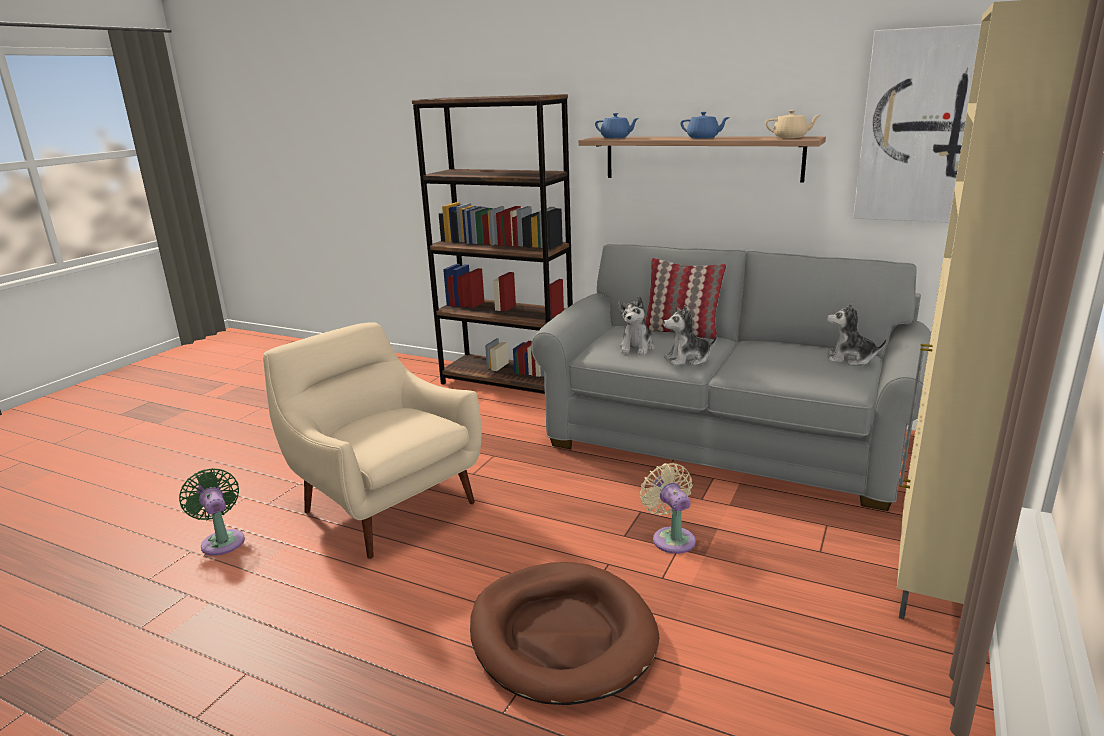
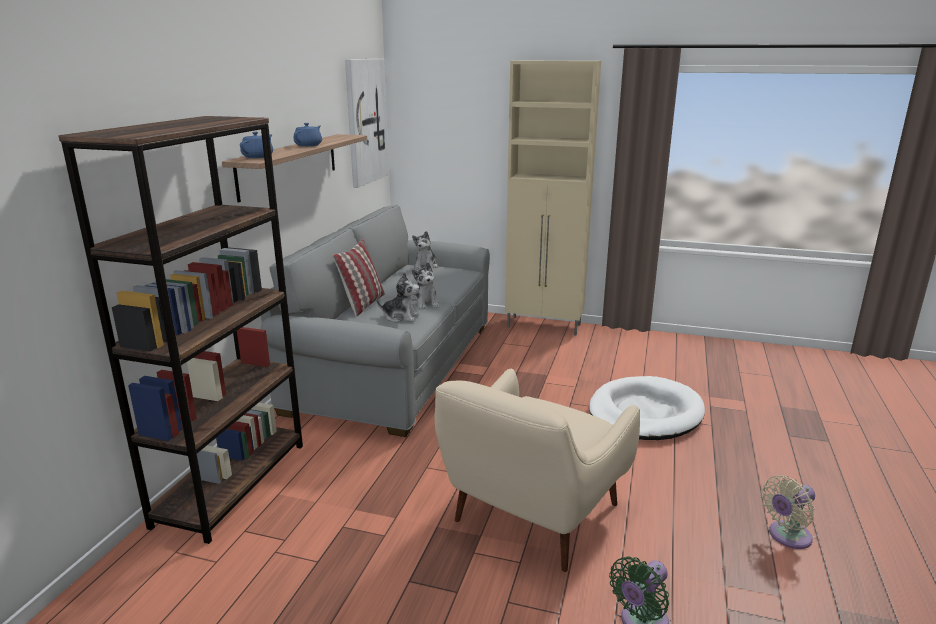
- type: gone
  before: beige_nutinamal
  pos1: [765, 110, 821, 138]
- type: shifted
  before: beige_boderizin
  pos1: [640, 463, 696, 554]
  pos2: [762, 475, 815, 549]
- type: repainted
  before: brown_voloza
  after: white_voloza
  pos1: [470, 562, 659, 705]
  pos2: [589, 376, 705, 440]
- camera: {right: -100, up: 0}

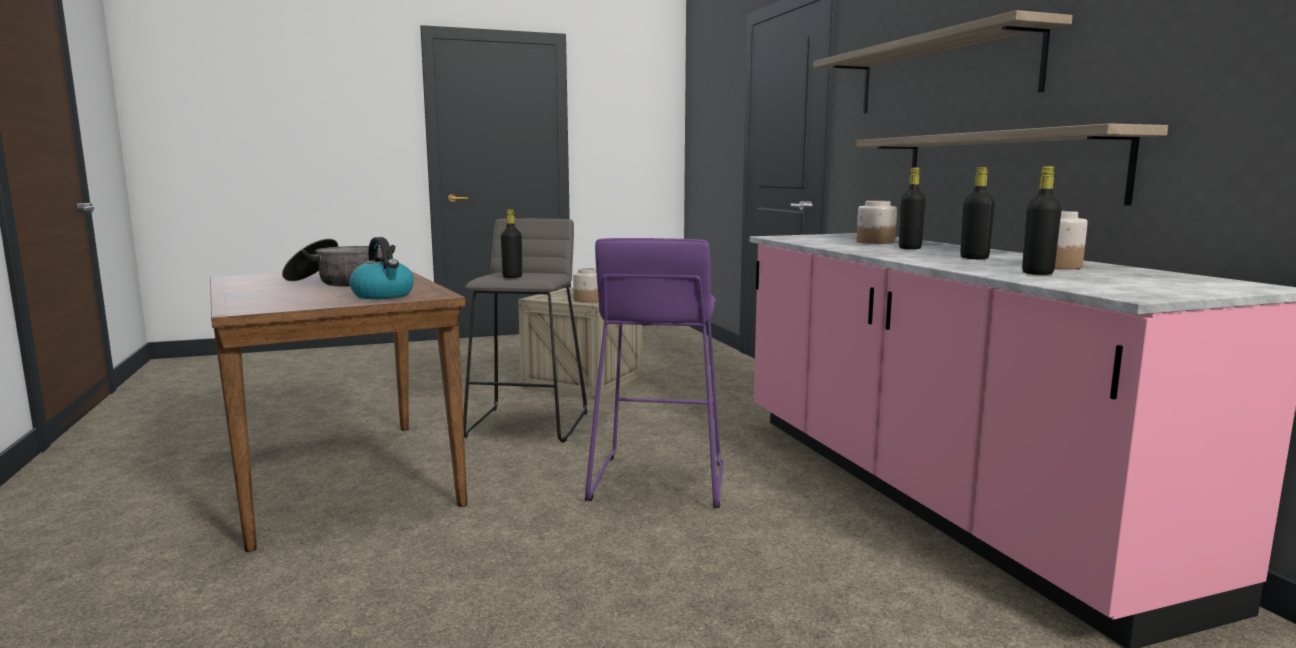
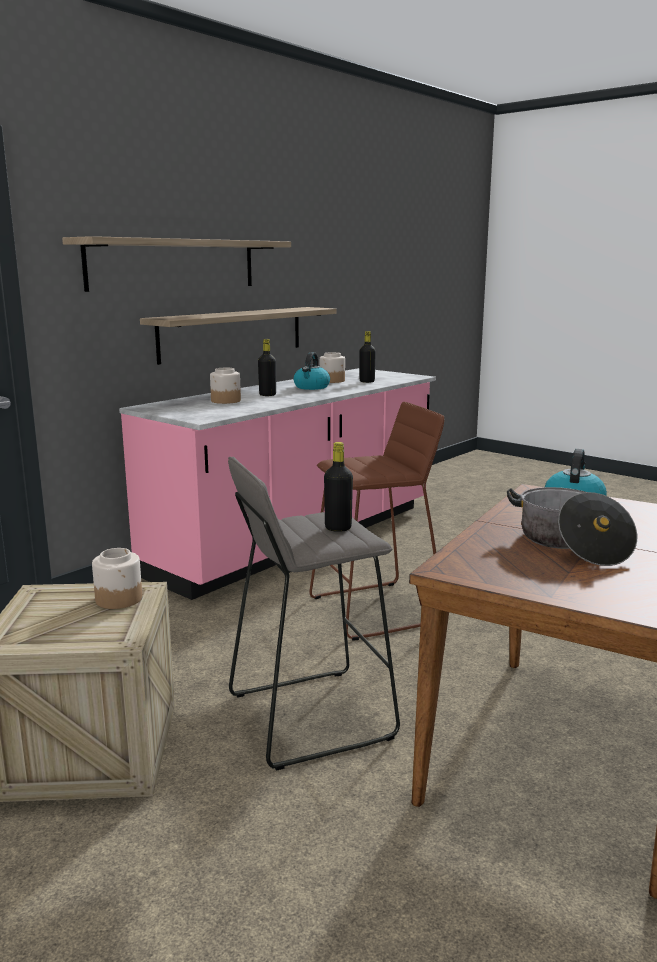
- type: swapped
  before: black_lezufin
  after: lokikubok
  pos1: [960, 167, 995, 259]
  pos2: [293, 352, 330, 390]
- type: repainted
  before: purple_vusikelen
  after: brown_vusikelen
  pos1: [585, 238, 723, 508]
  pos2: [309, 402, 445, 640]
- camera: {right: -120, up: 5}

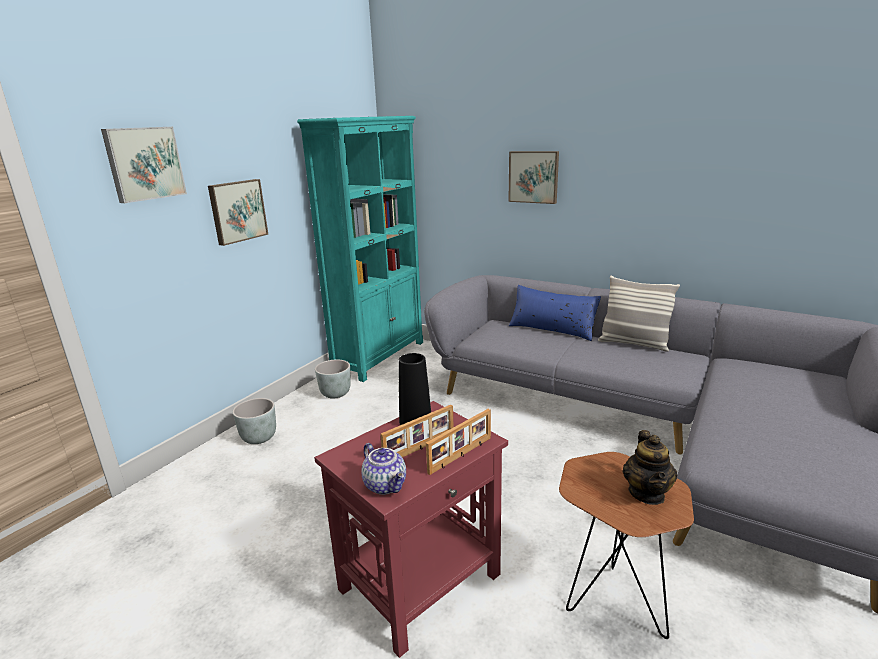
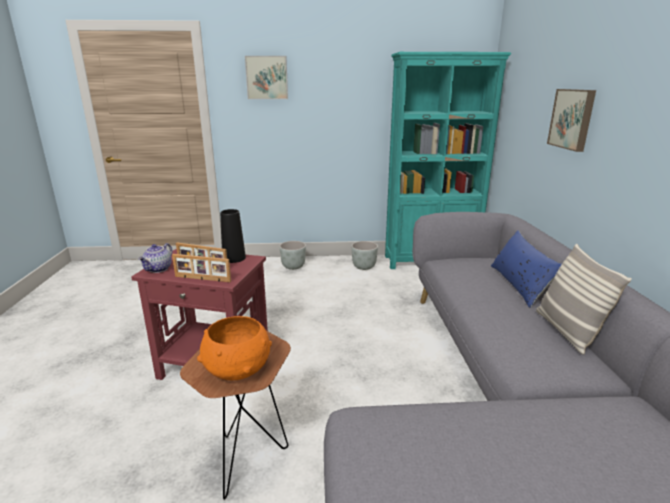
- type: gone
  before: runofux
  pos1: [208, 179, 269, 246]
- type: swapped
  before: nutinamal
  after: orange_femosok
  pos1: [622, 430, 678, 505]
  pos2: [197, 316, 272, 380]
- camera: {right: 55, up: 0}

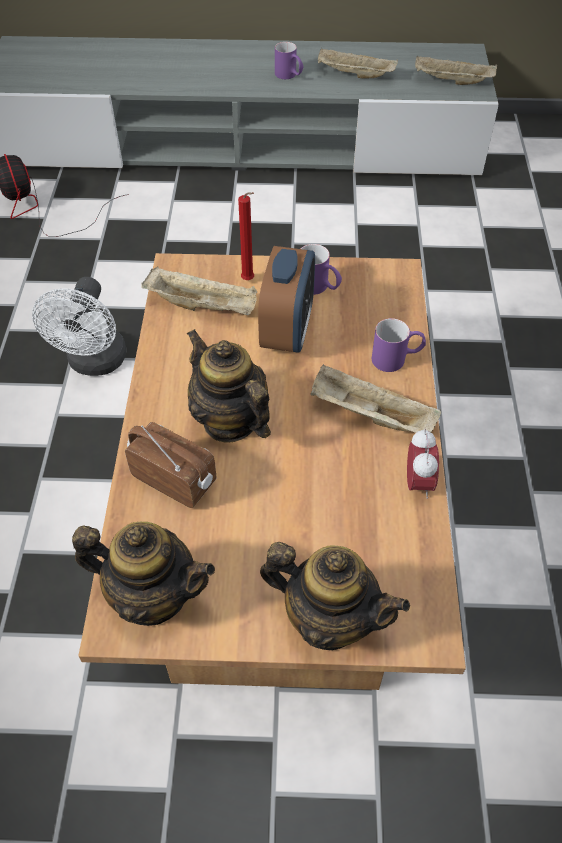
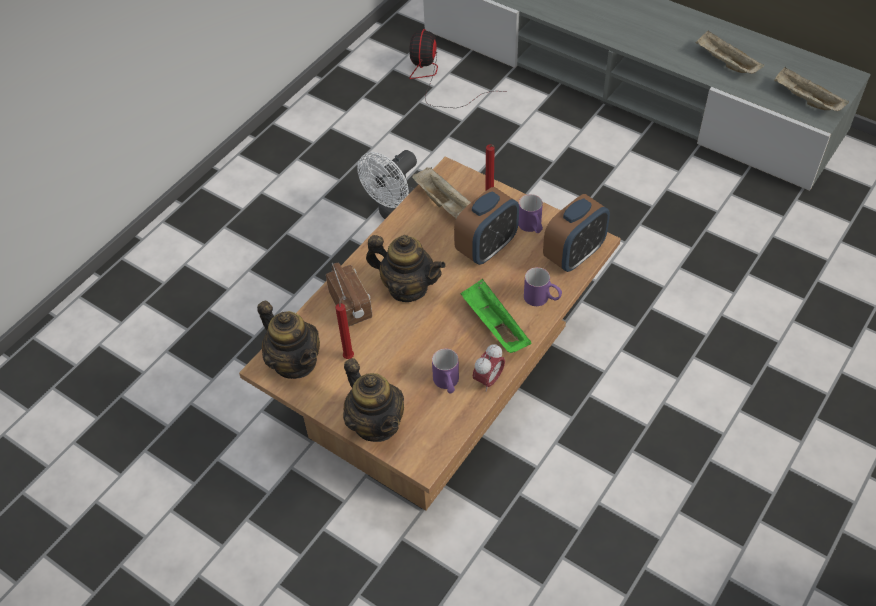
- type: shifted
  before: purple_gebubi
  pos1: [275, 42, 303, 79]
  pos2: [432, 349, 459, 394]
- type: rotated
  before: nutinamal
  pos1: [187, 329, 271, 443]
  pos2: [366, 235, 446, 302]
  turn: 120
- type: repainted
  before: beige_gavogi
  after: green_gavogi
  pos1: [310, 364, 441, 433]
  pos2: [461, 279, 531, 353]
- type: new
  after: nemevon
  pos2: [543, 194, 610, 272]
- type: new
  after: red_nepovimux
  pos2: [335, 294, 354, 359]
- camera: {right: 35, up: 0}

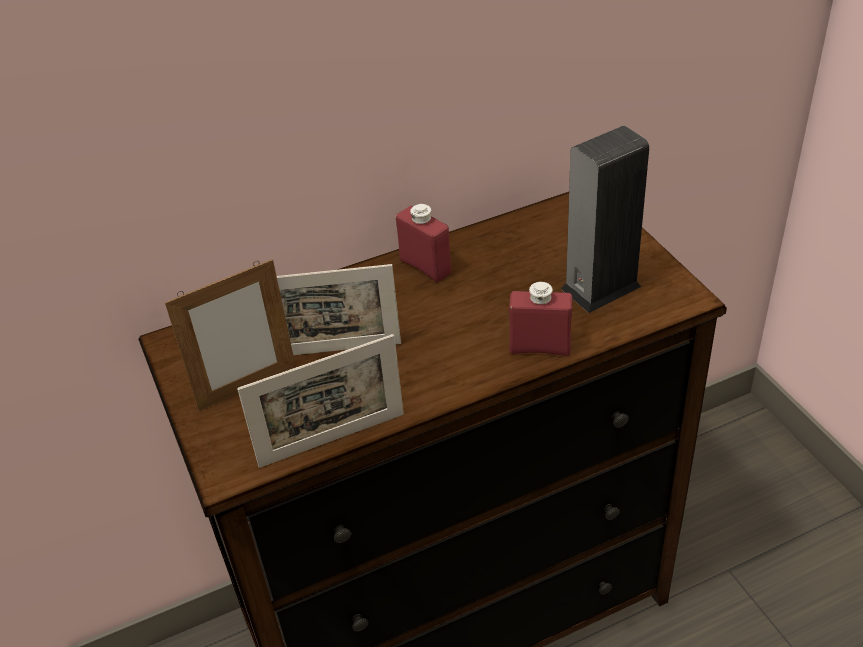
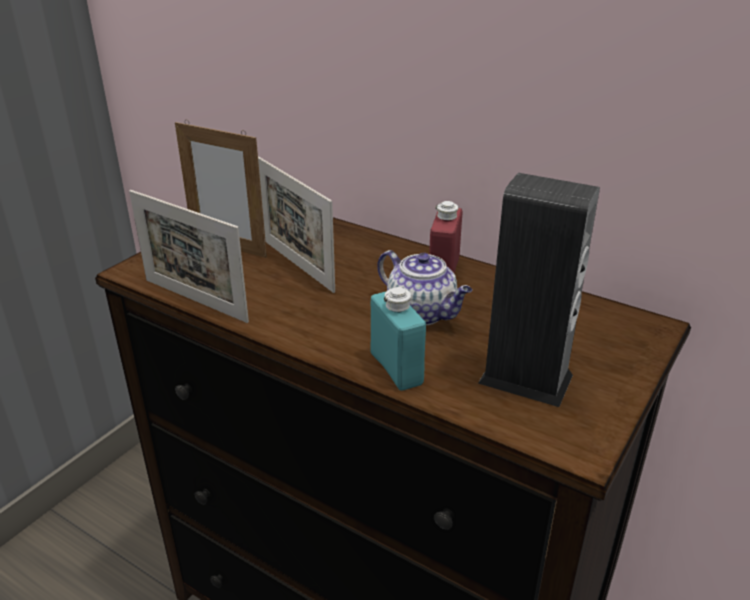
- type: repainted
  before: red_lezufin
  after: turquoise_lezufin
  pos1: [509, 282, 572, 356]
  pos2: [370, 287, 426, 391]
- type: new
  after: nutinamal
  pos2: [377, 250, 472, 325]
- camera: {right: 55, up: -10}

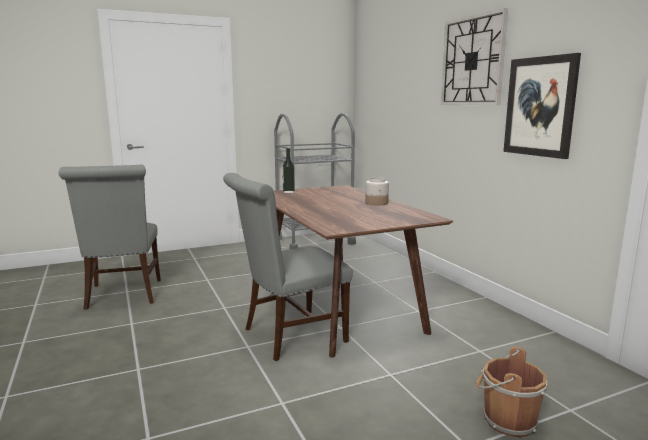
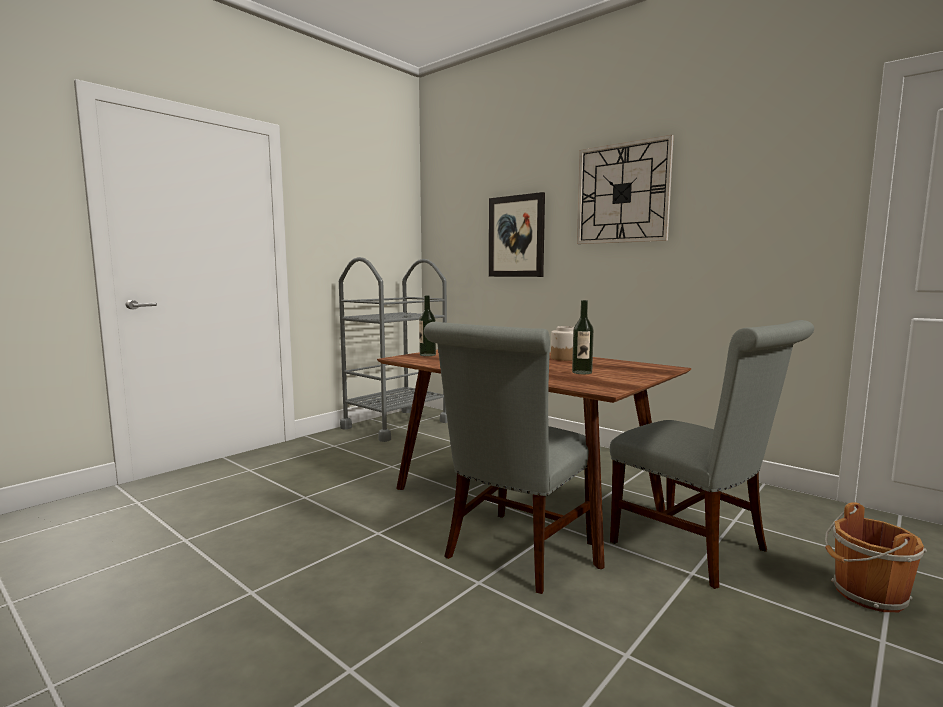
- type: shifted
  before: runofux
  pos1: [503, 53, 581, 159]
  pos2: [489, 192, 545, 277]
- type: shifted
  before: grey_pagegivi
  pos1: [58, 164, 161, 310]
  pos2: [610, 320, 814, 589]
- type: new
  after: lezufin
  pos2: [572, 300, 594, 374]
- camera: {right: -25, up: -5}

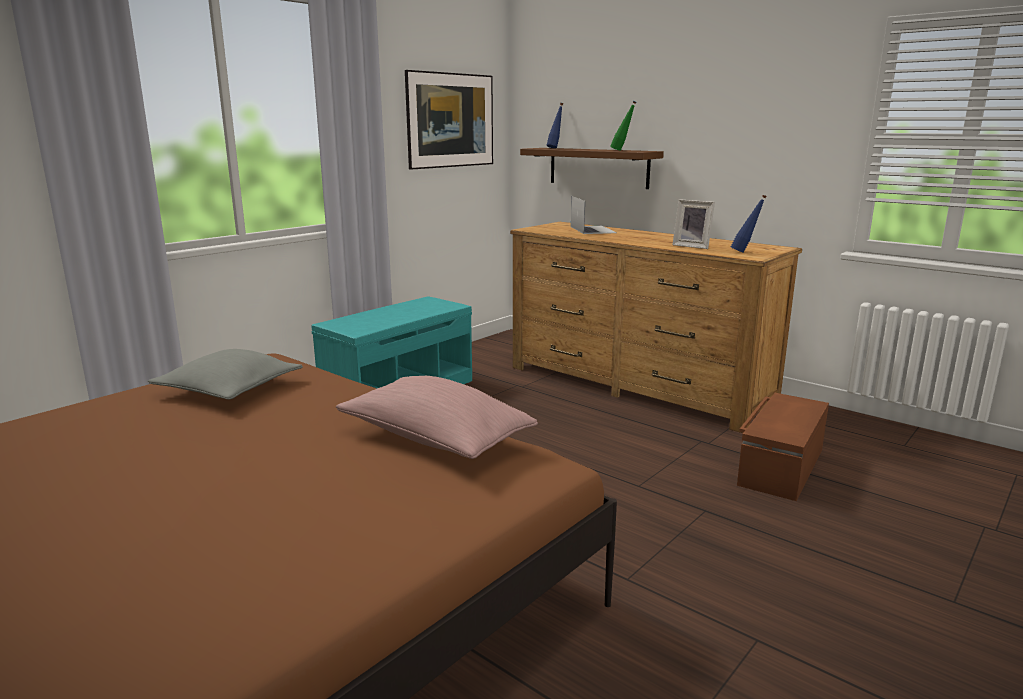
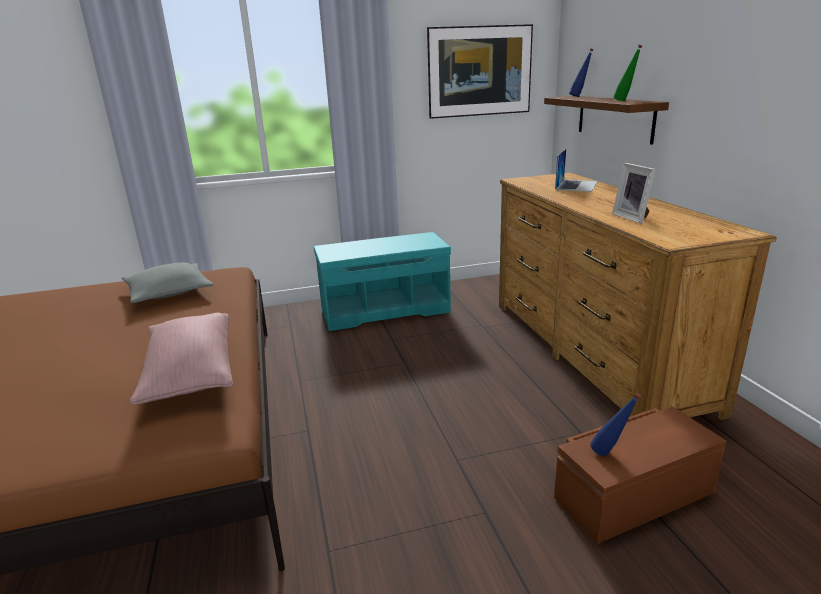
- type: shifted
  before: blue_lezufin
  pos1: [731, 195, 767, 253]
  pos2: [590, 392, 641, 456]
- camera: {right: 35, up: 5}

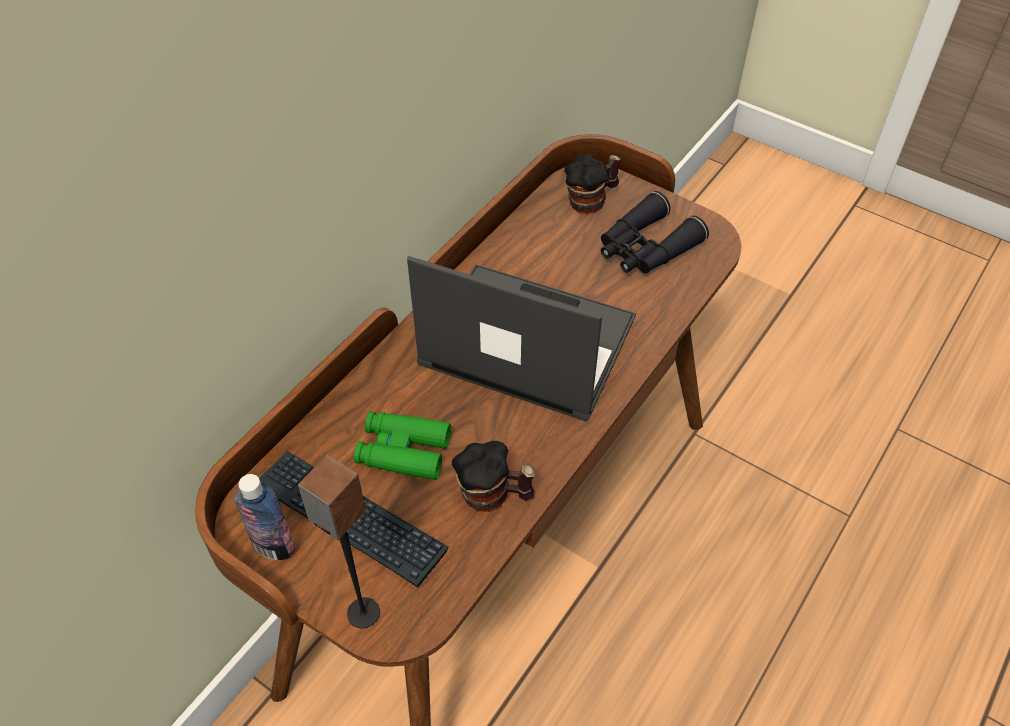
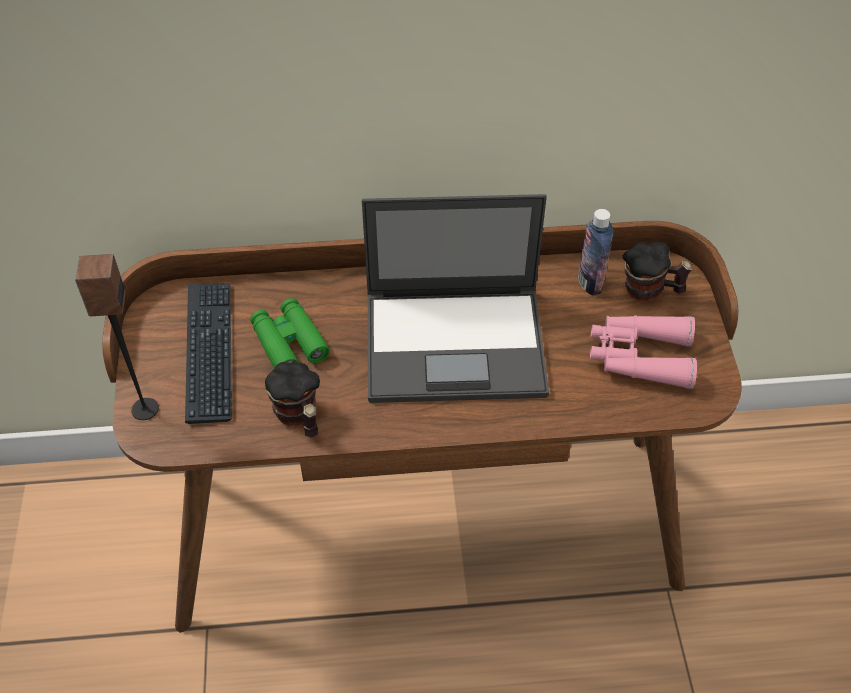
- type: repainted
  before: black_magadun
  after: pink_magadun
  pos1: [601, 191, 709, 274]
  pos2: [590, 315, 697, 389]
- type: rotated
  before: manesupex
  pos1: [407, 256, 636, 422]
  pos2: [362, 194, 549, 403]
  turn: 105
- type: shifted
  before: lezufin
  pos1: [233, 474, 295, 560]
  pos2: [578, 209, 613, 295]
- camera: {right: 50, up: 0}

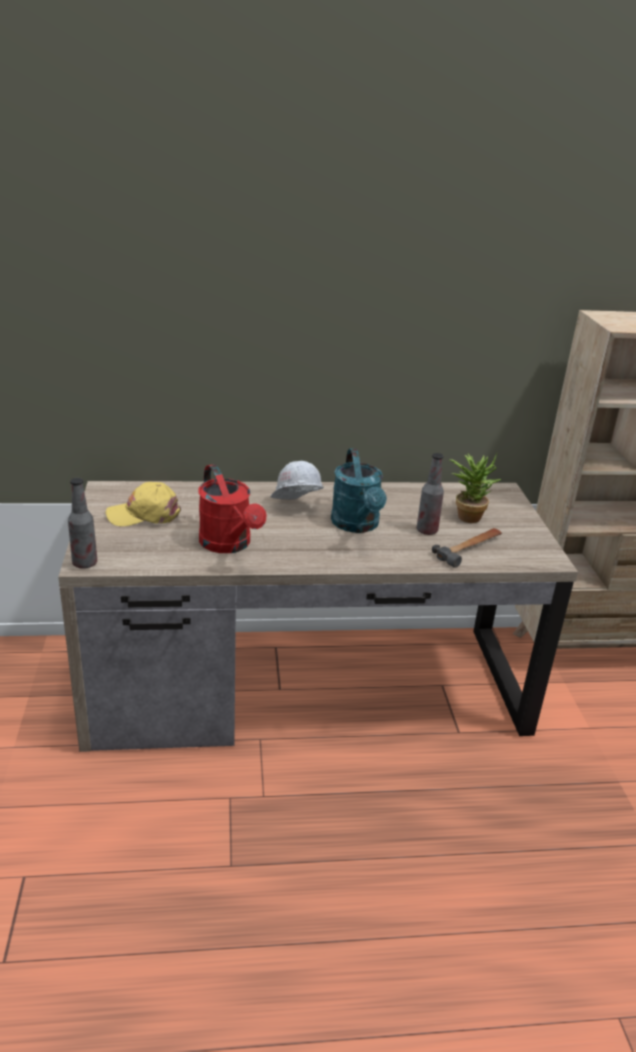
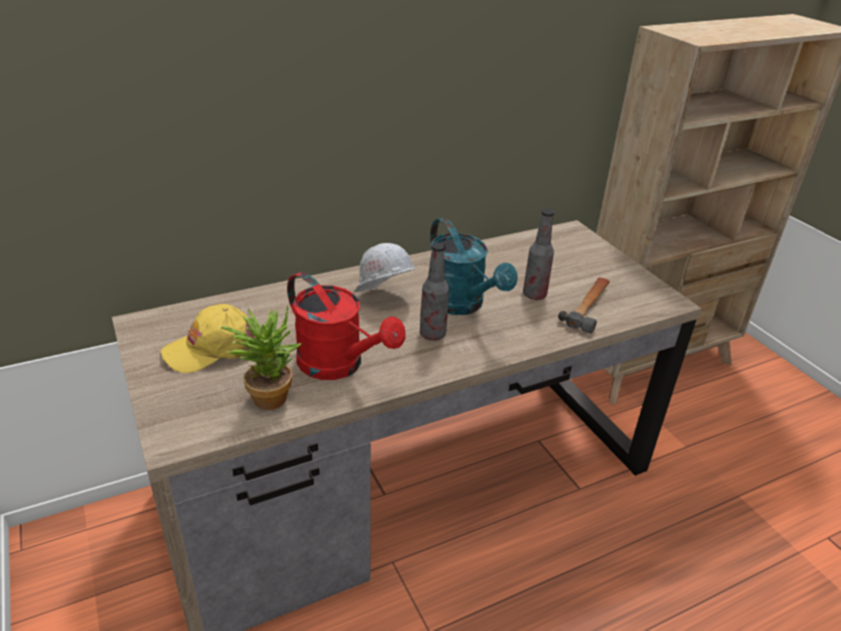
- type: shifted
  before: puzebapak
  pos1: [450, 453, 501, 523]
  pos2: [221, 306, 301, 410]
- type: shifted
  before: lezufin
  pos1: [68, 478, 97, 569]
  pos2: [420, 243, 449, 341]
- camera: {right: -20, up: 5}

